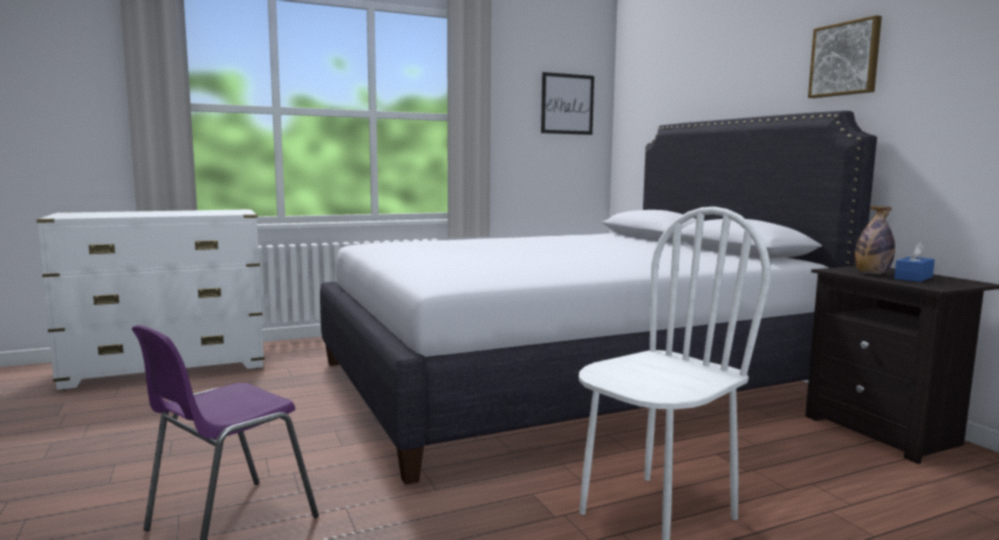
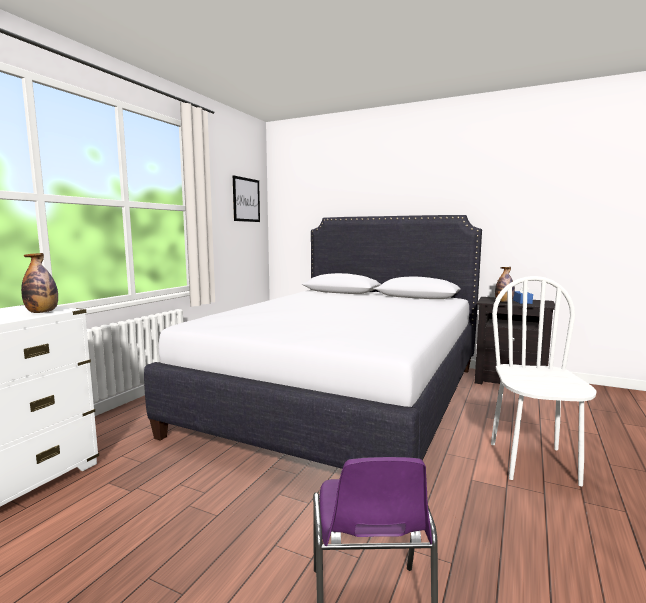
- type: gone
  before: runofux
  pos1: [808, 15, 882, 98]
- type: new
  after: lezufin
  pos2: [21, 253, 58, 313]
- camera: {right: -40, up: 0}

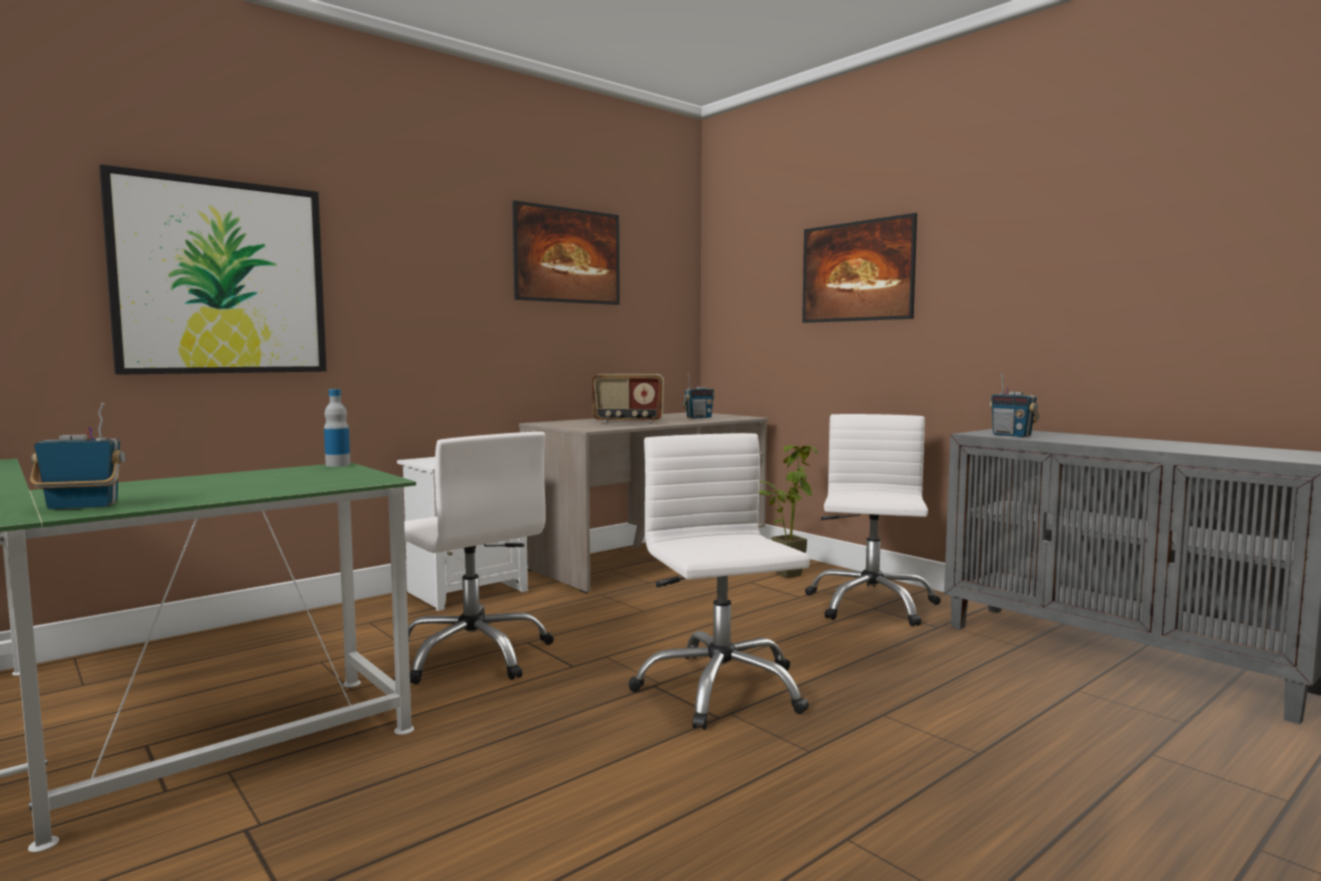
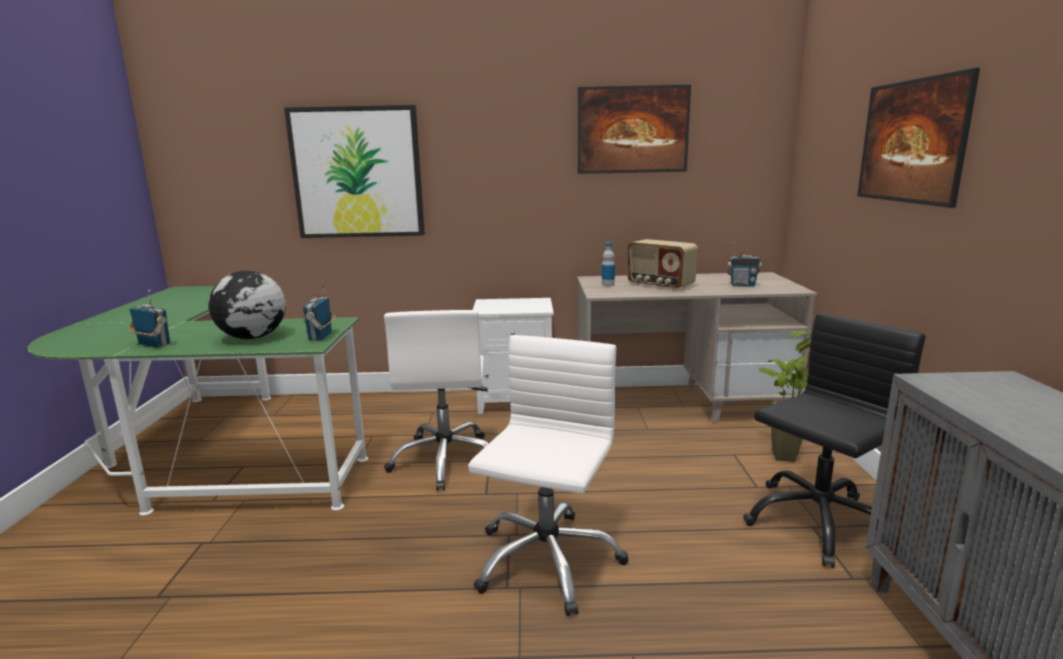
- type: shifted
  before: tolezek
  pos1: [989, 372, 1039, 437]
  pos2: [303, 279, 336, 341]
- type: shifted
  before: lezufin
  pos1: [324, 389, 350, 467]
  pos2: [602, 242, 615, 286]
- type: repainted
  before: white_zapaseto
  after: black_zapaseto
  pos1: [805, 414, 941, 626]
  pos2: [743, 313, 926, 568]
- type: new
  after: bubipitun
  pos2: [208, 271, 286, 339]
- camera: {right: 40, up: 10}

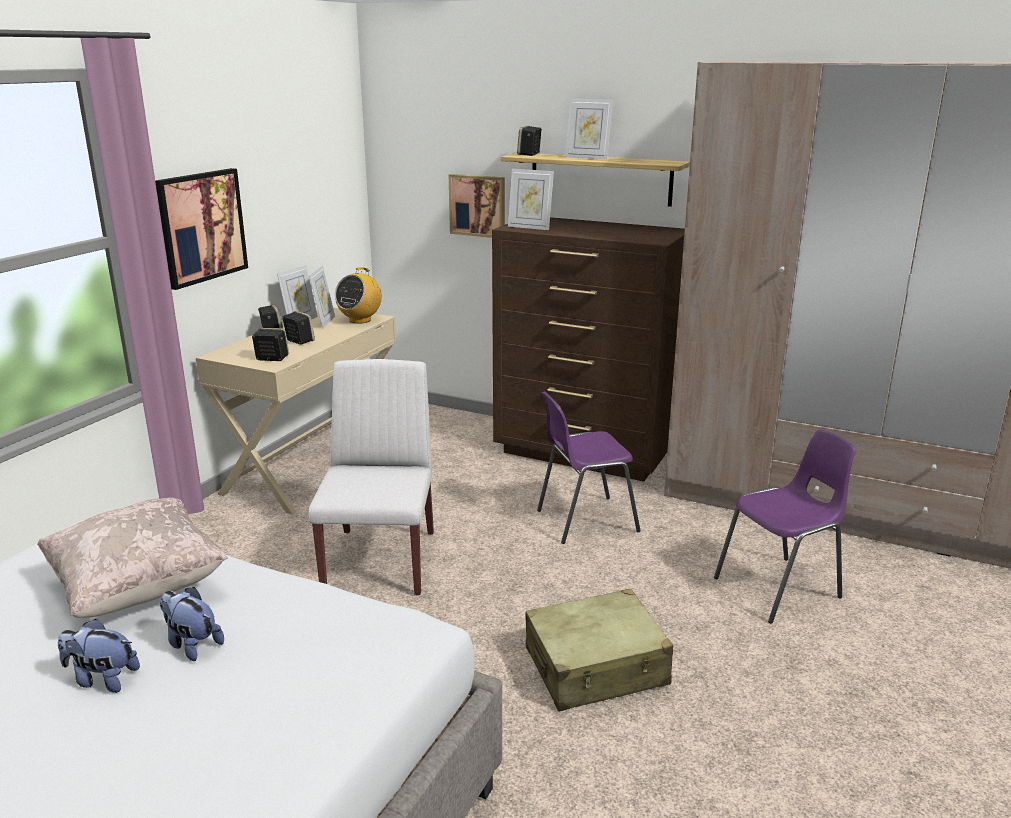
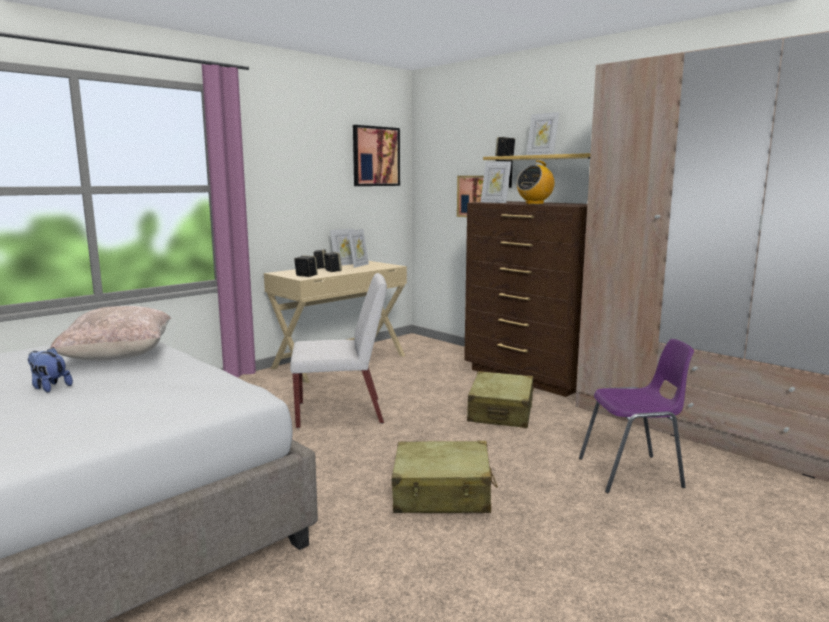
- type: shifted
  before: runofux
  pos1: [155, 168, 248, 290]
  pos2: [353, 125, 400, 186]
- type: shifted
  before: tolezek
  pos1: [335, 267, 382, 324]
  pos2: [517, 160, 555, 205]
- type: rotated
  before: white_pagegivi
  pos1: [309, 359, 434, 596]
  pos2: [290, 273, 387, 428]
  turn: 60
- type: swapped
  before: purple_pagegivi
  after: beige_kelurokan
  pos1: [537, 391, 641, 544]
  pos2: [467, 371, 534, 428]
- type: gone
  before: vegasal
  pos1: [160, 587, 224, 661]
- camera: {right: 20, up: -10}

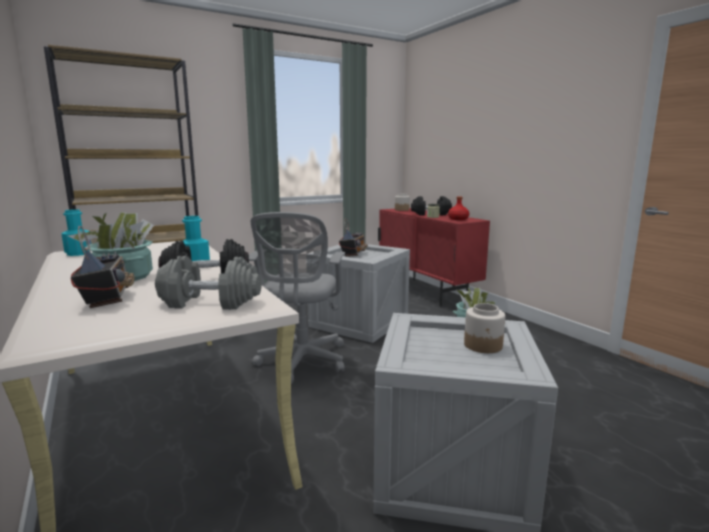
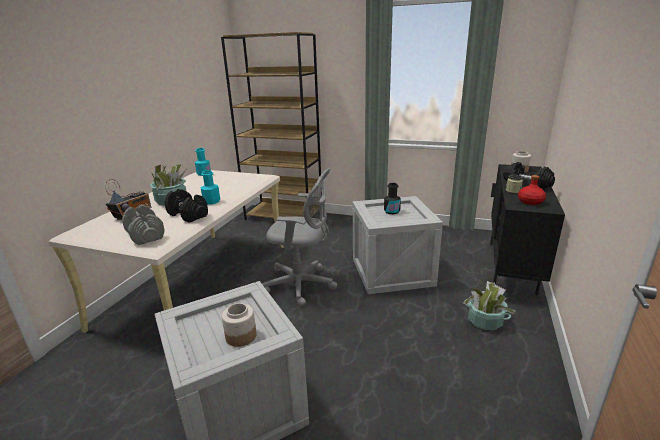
- type: repainted
  before: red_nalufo
  after: black_nalufo
  pos1: [378, 208, 490, 307]
  pos2: [490, 164, 565, 295]
- type: rotated
  before: grey_zapaseto
  pos1: [249, 212, 345, 384]
  pos2: [262, 168, 337, 307]
  turn: -135
- type: swapped
  before: tolezek
  after: black_lezufin
  pos1: [339, 218, 368, 257]
  pos2: [384, 183, 401, 214]
- camera: {right: 50, up: 10}

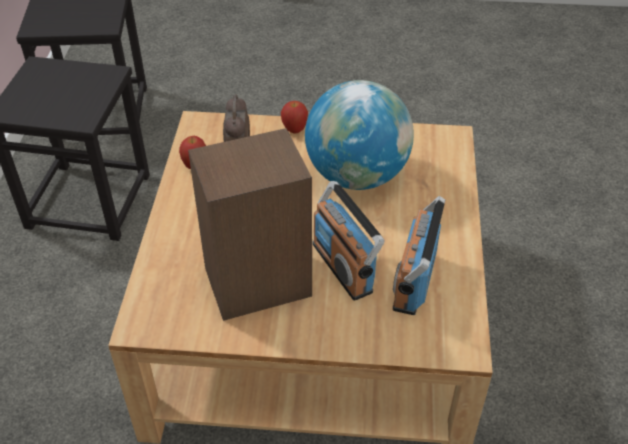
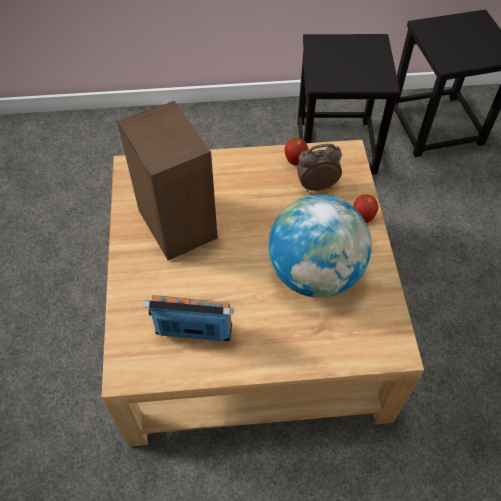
- type: gone
  before: tolezek
  pos1: [313, 181, 385, 301]
- camera: {right: 80, up: 10}

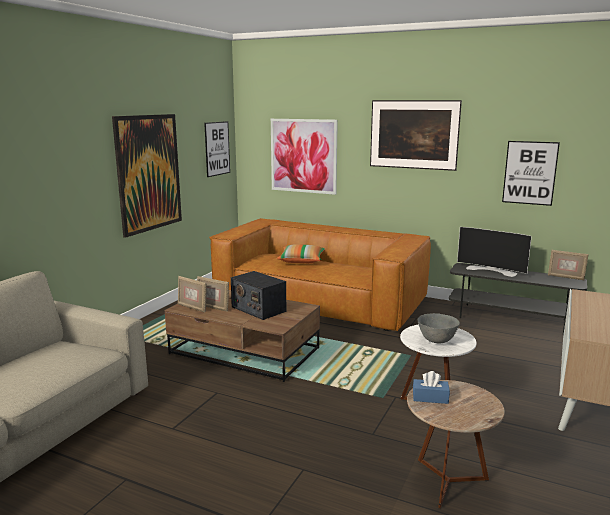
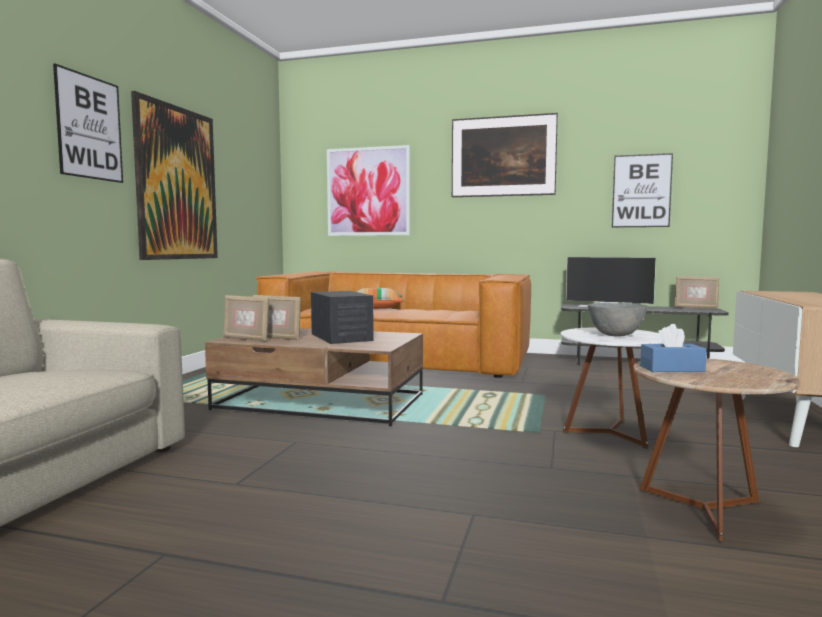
- type: shifted
  before: runofux
  pos1: [204, 121, 230, 177]
  pos2: [53, 64, 123, 183]
- type: rotated
  before: tolezek
  pos1: [231, 271, 286, 320]
  pos2: [311, 291, 374, 344]
  turn: -150
- camera: {right: -10, up: -10}

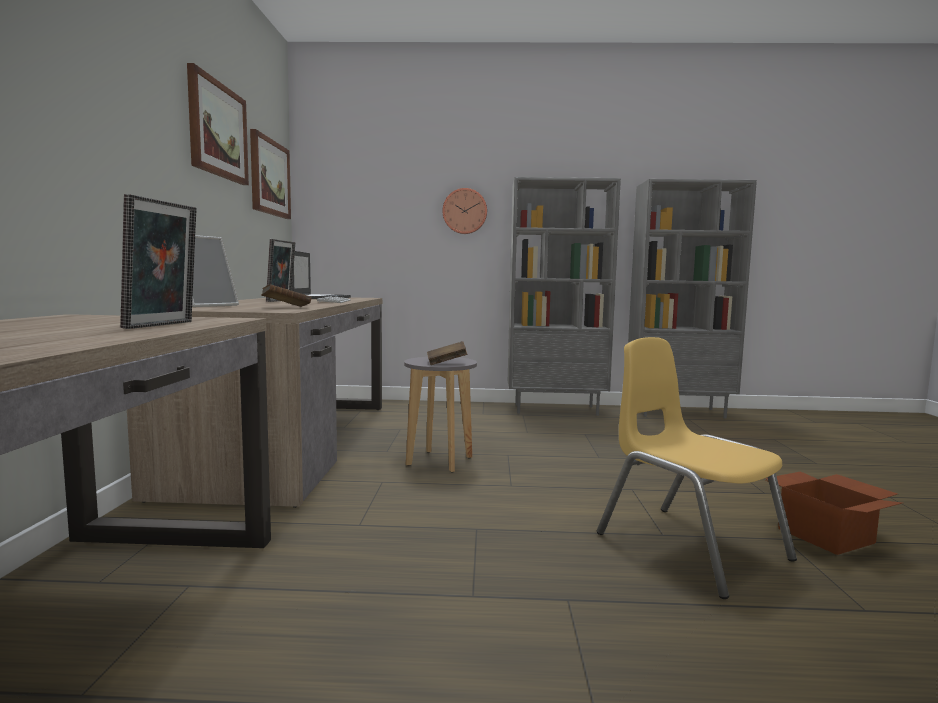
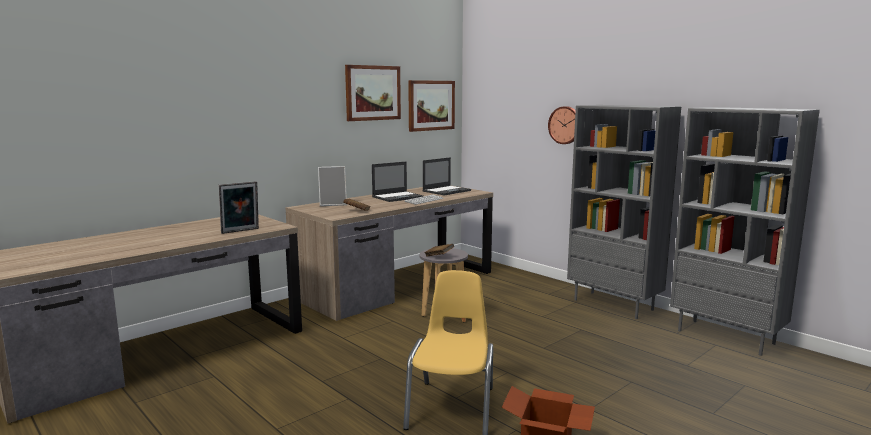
- type: swapped
  before: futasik
  after: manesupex
  pos1: [266, 239, 295, 302]
  pos2: [372, 162, 423, 202]
- camera: {right: 45, up: 5}

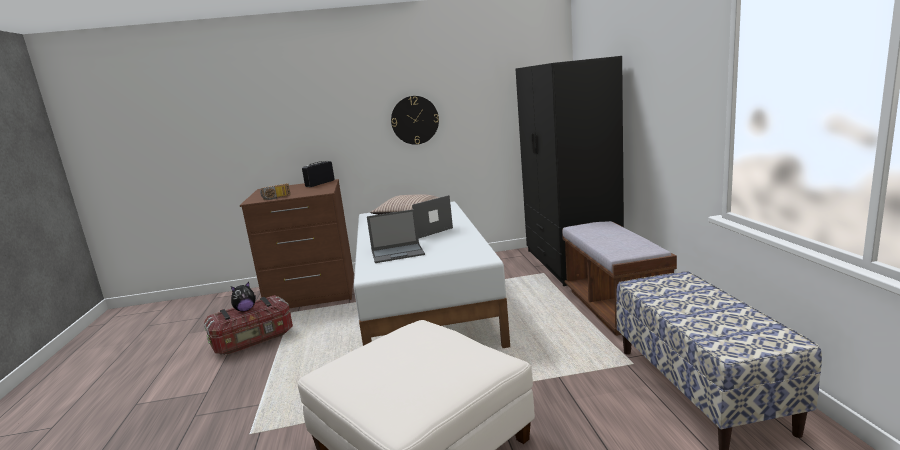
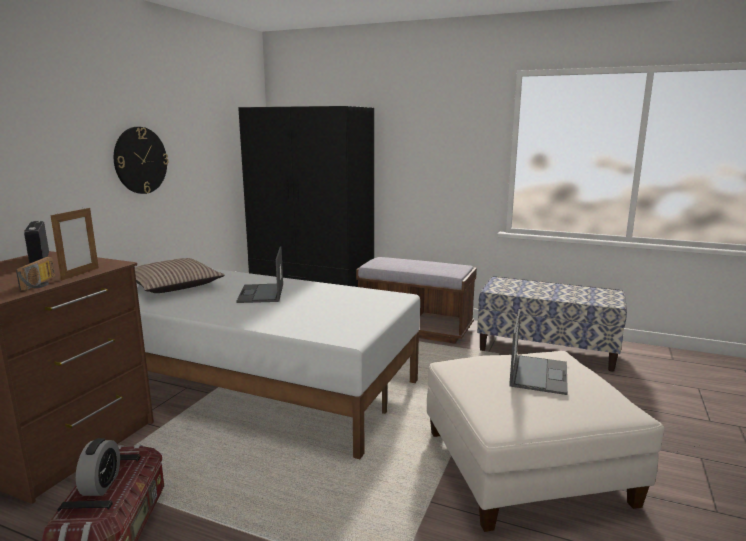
- type: shifted
  before: manesupex
  pos1: [367, 209, 425, 263]
  pos2: [509, 309, 568, 395]
- type: swapped
  before: vegasal
  after: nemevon
  pos1: [231, 282, 256, 312]
  pos2: [76, 438, 120, 496]
- type: new
  after: futasik
  pos2: [50, 208, 99, 281]
- camera: {right: -60, up: 0}

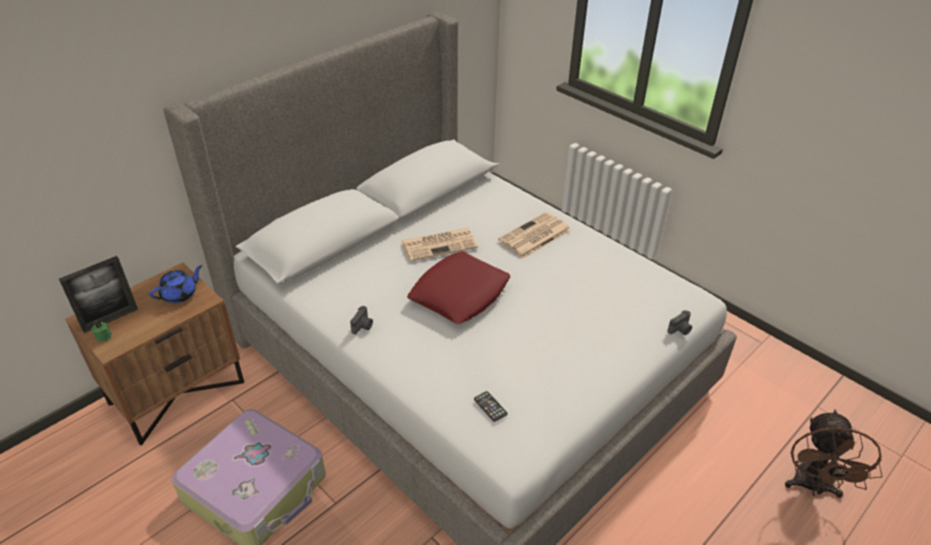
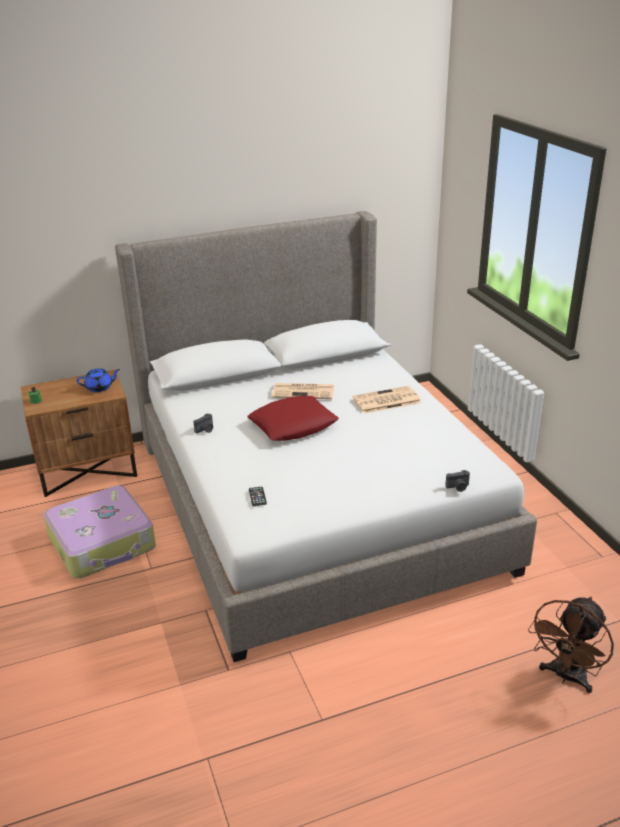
- type: gone
  before: futasik
  pos1: [59, 256, 138, 333]
- camera: {right: 25, up: -10}

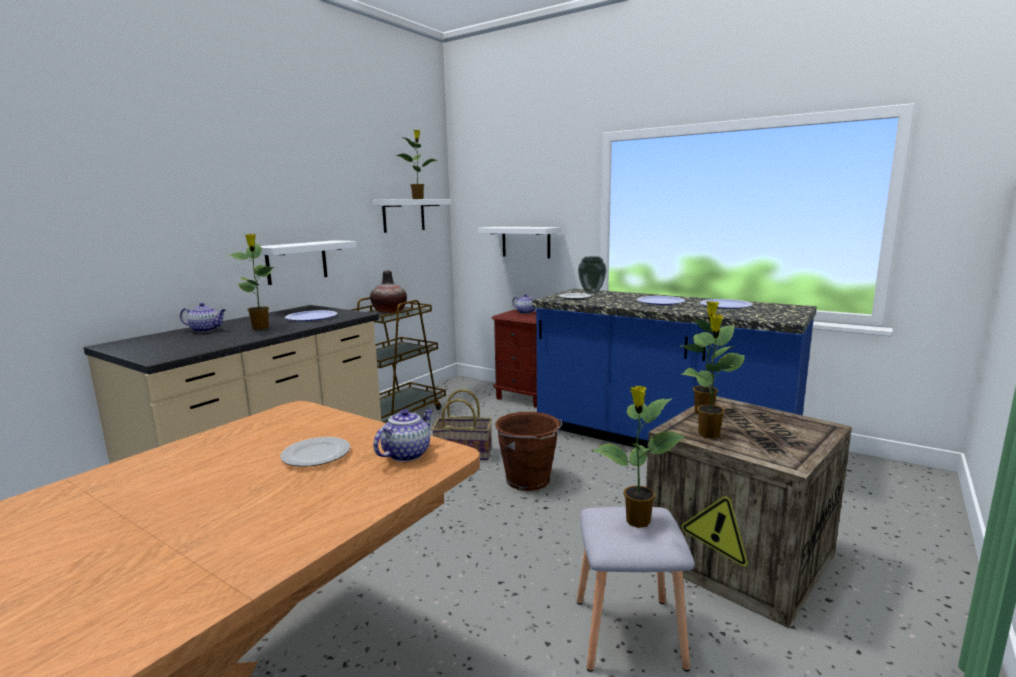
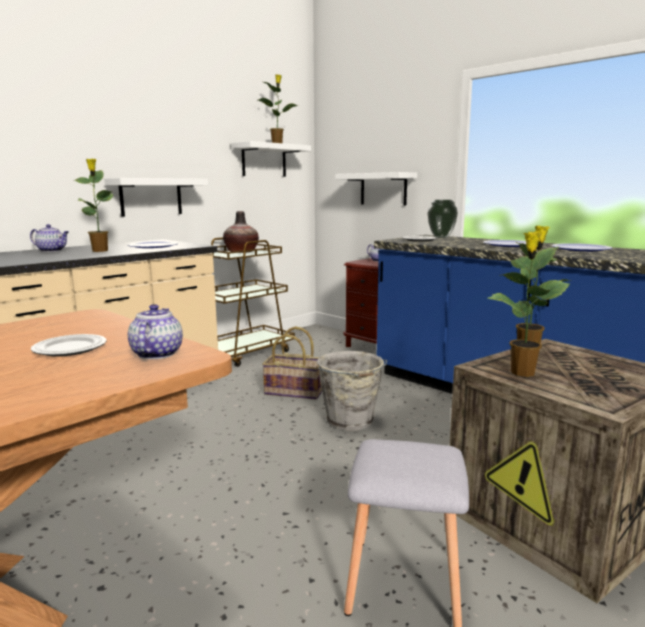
- type: gone
  before: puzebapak
  pos1: [592, 385, 685, 528]
- type: rotated
  before: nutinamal
  pos1: [373, 409, 433, 462]
  pos2: [128, 304, 183, 359]
  turn: -45
- type: repainted
  before: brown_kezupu
  after: grey_kezupu
  pos1: [495, 412, 562, 491]
  pos2: [317, 351, 387, 431]
- camera: {right: 10, up: 0}

